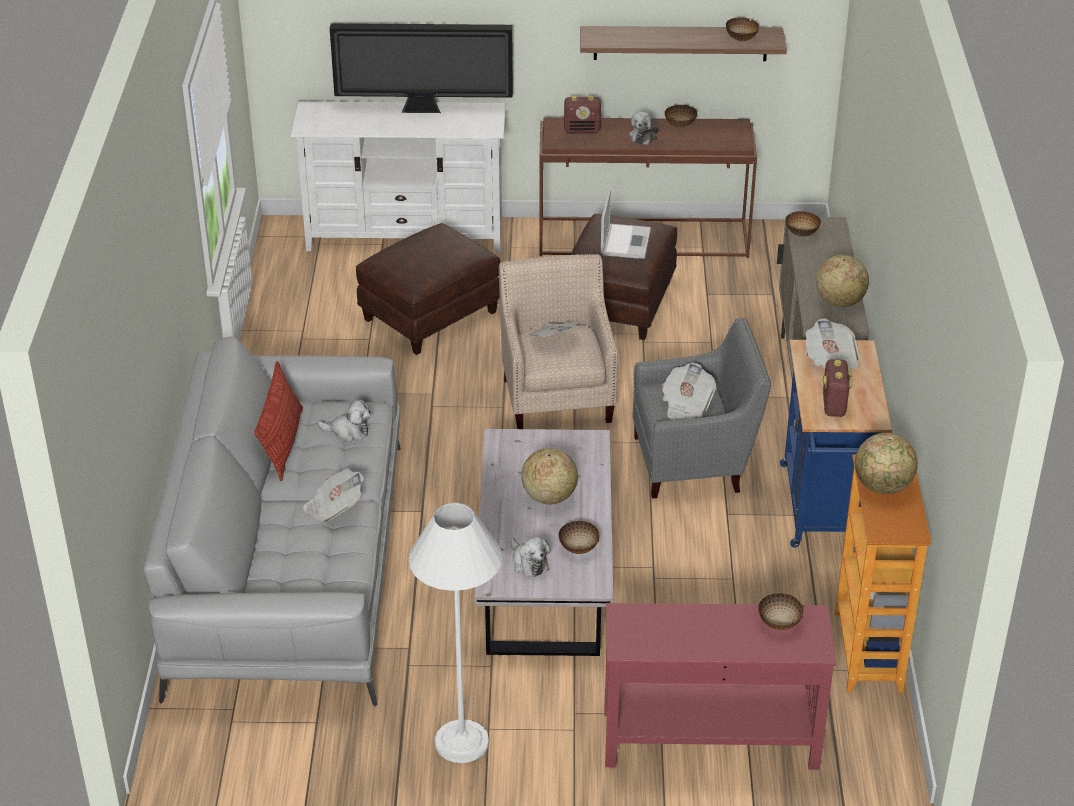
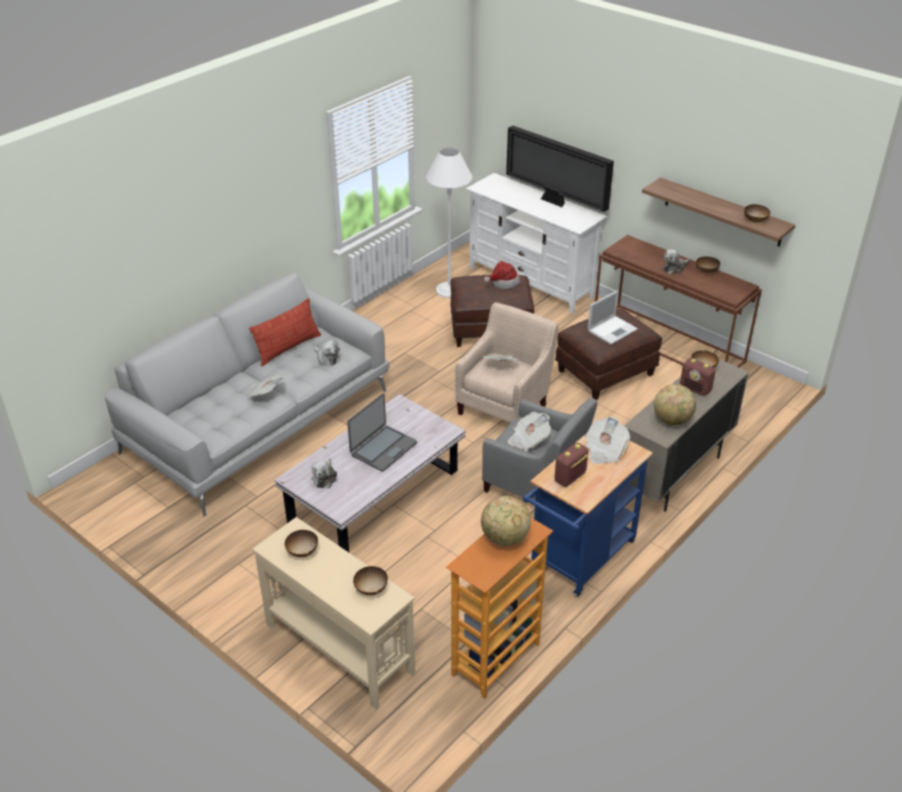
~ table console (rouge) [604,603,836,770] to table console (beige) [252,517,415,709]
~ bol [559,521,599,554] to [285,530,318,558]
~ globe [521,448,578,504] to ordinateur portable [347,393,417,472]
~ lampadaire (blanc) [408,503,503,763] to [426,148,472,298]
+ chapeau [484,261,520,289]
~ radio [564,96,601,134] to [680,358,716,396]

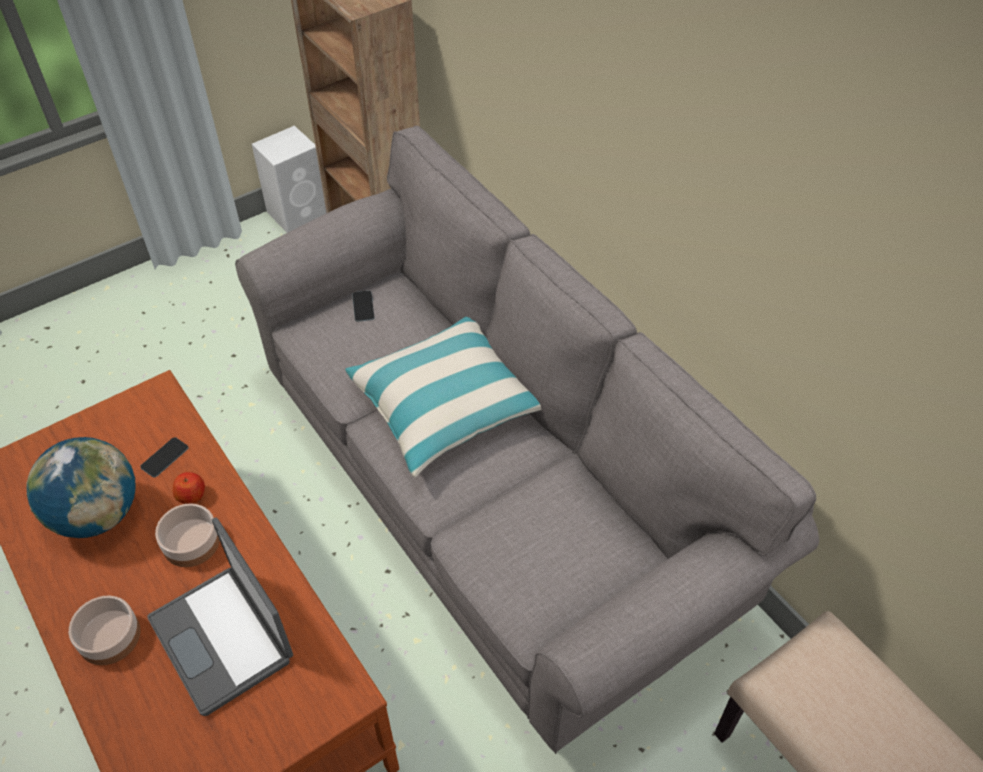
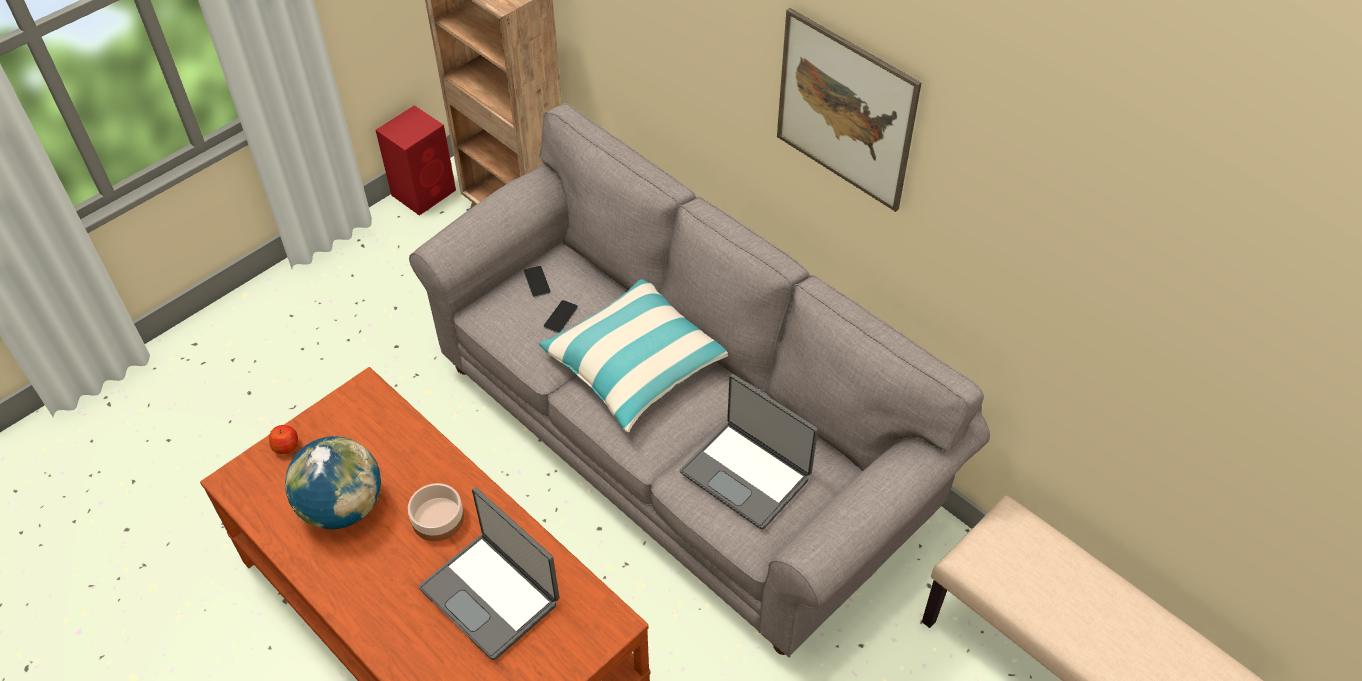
~ pomme [173,472,205,504] to [269,425,298,454]
~ enceinte (blanc) [252,126,327,233] to enceinte (rouge) [376,105,456,216]
~ téléphone [140,437,189,478] to [544,300,578,333]
+ ordinateur portable [680,374,818,530]
+ tableau [777,8,922,212]
- bol [69,596,140,665]

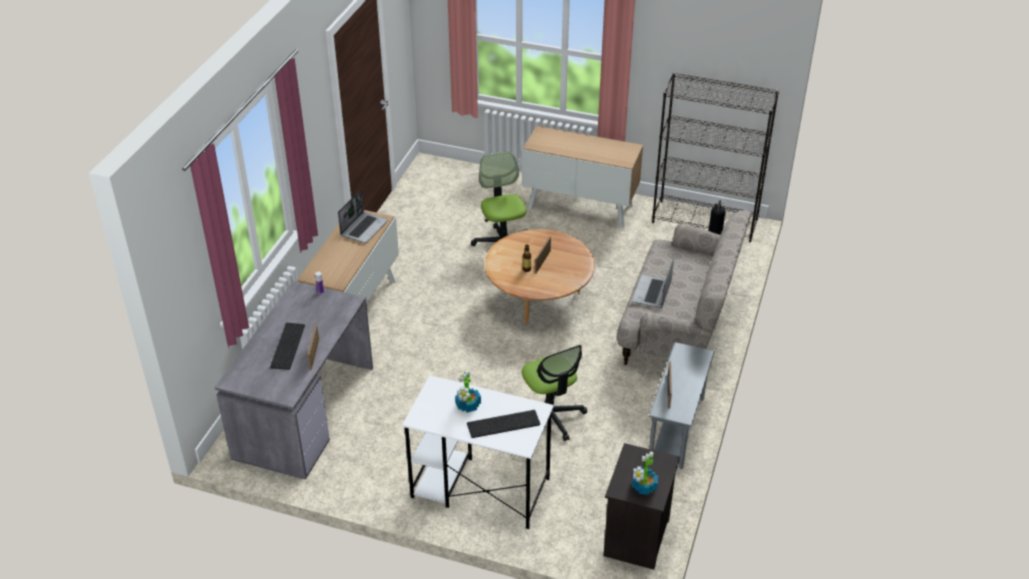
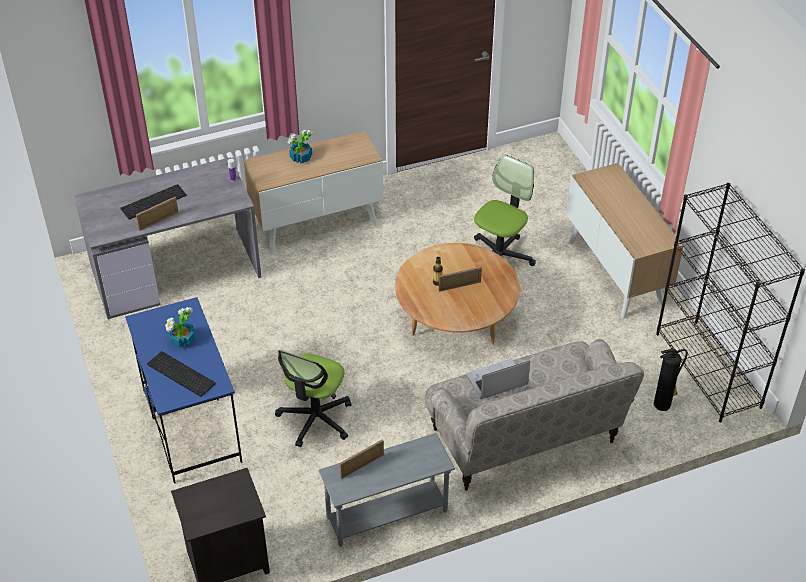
~ bureau (blanc) [402,375,554,529] to bureau (bleu) [125,297,243,484]
~ plante en pot [632,452,658,495] to [287,129,314,163]
- ordinateur portable [338,189,388,243]

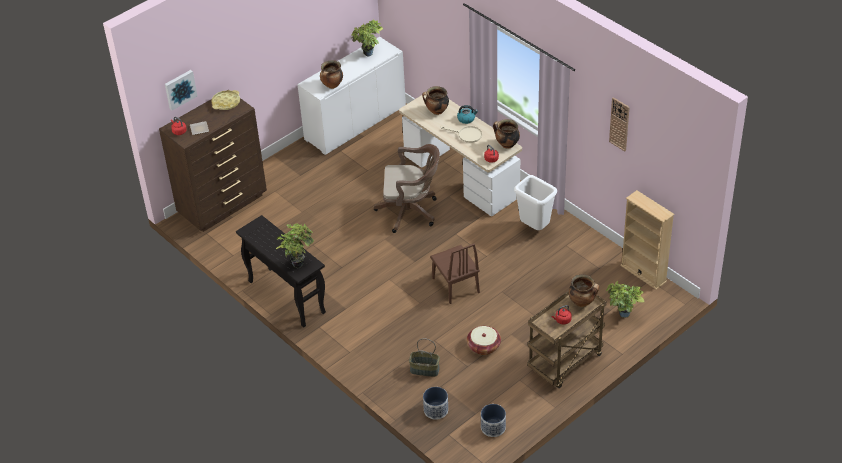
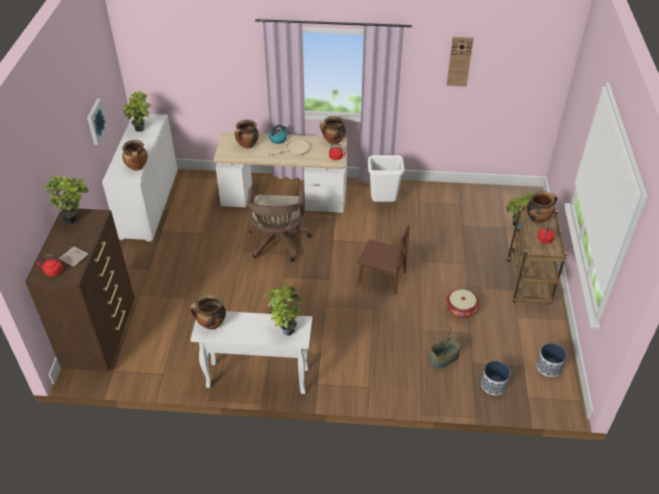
~ plateau (jaune) [211,90,240,110] to plante en pot [44,175,89,224]
~ tableau [165,70,197,110] to [87,99,108,145]
+ marmite [190,294,226,329]
~ table console (noir) [236,215,326,327] to table console (blanc) [190,311,312,394]
~ chaise de bureau (marron) [374,144,440,233] = [247,188,312,262] 135 degrees clockwise
- bibliothèque (beige) [620,190,675,290]

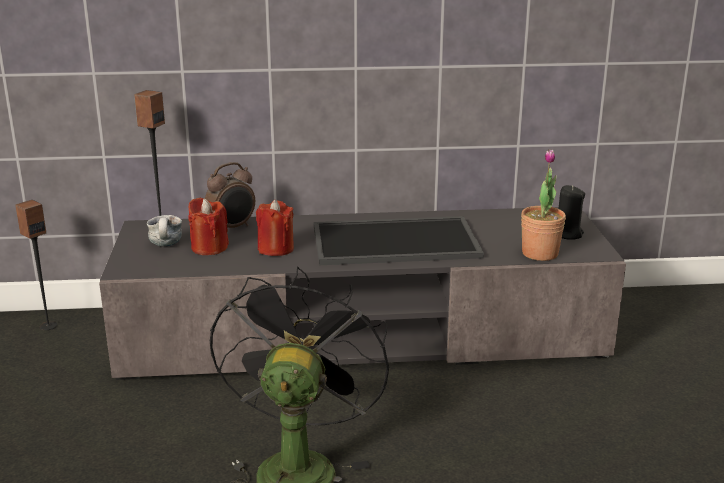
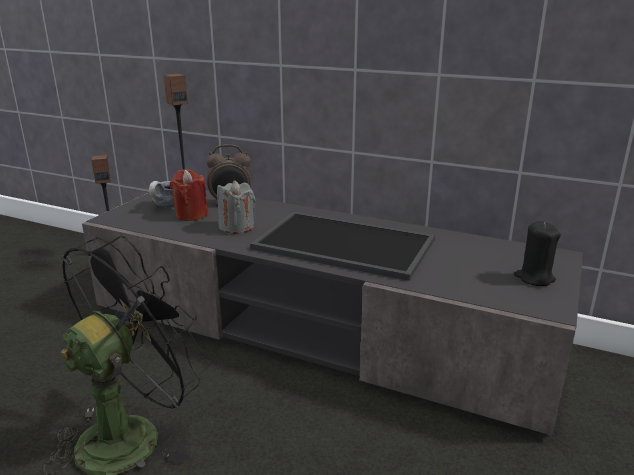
~ bougie (rouge) [256,200,294,256] to bougie (gris) [217,180,255,234]
- plante en pot [521,149,566,261]

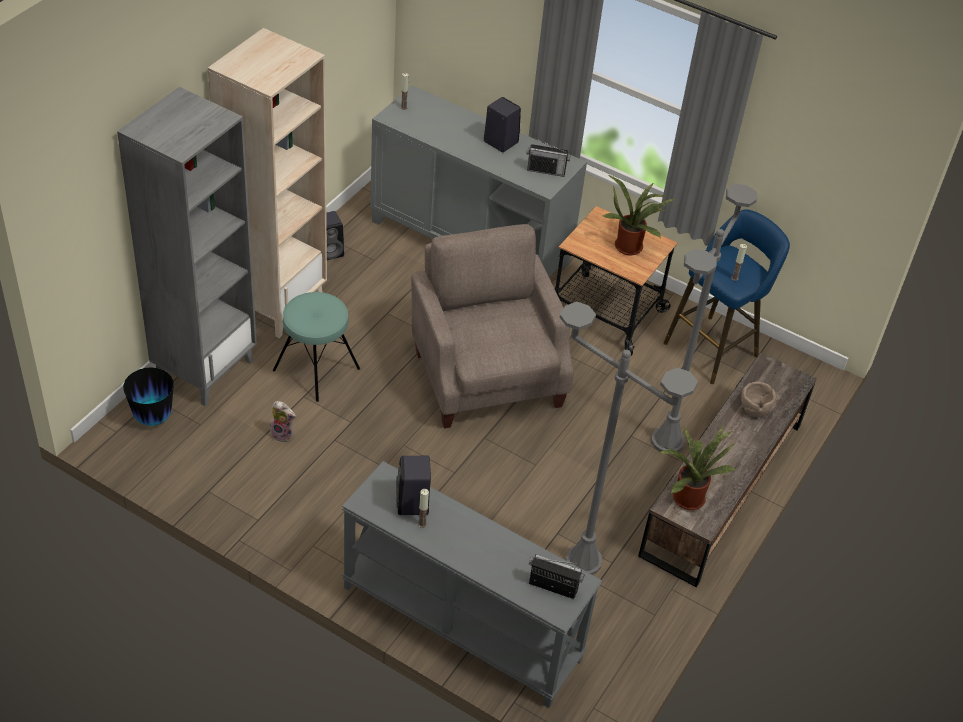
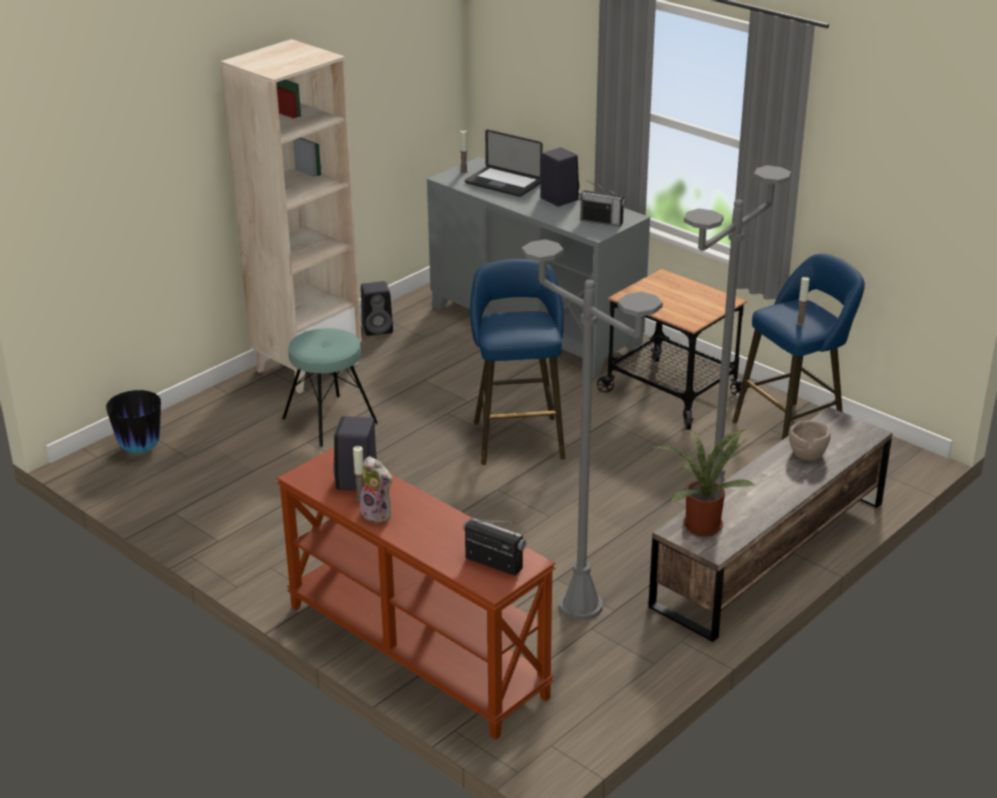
~ table console (gris) [342,461,602,708] to table console (marron) [276,447,556,740]
~ peluche [270,401,296,443] to [356,456,393,524]
+ ordinateur portable [465,129,543,197]
~ fauteuil (beige) [411,224,574,429] to tabouret (bleu) [470,259,565,465]
- bibliothèque (gris) [117,87,257,406]
- plante en pot [602,175,675,255]

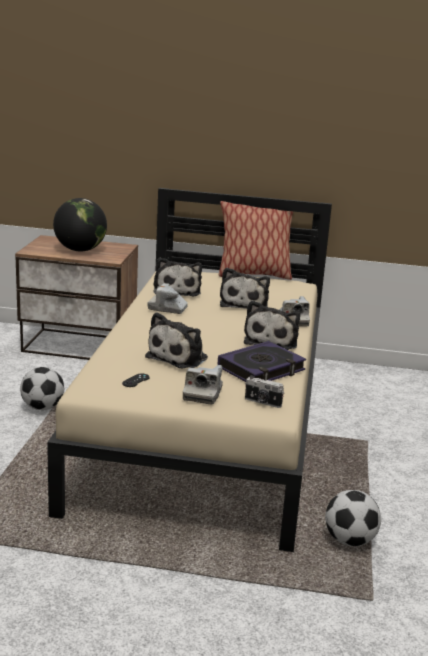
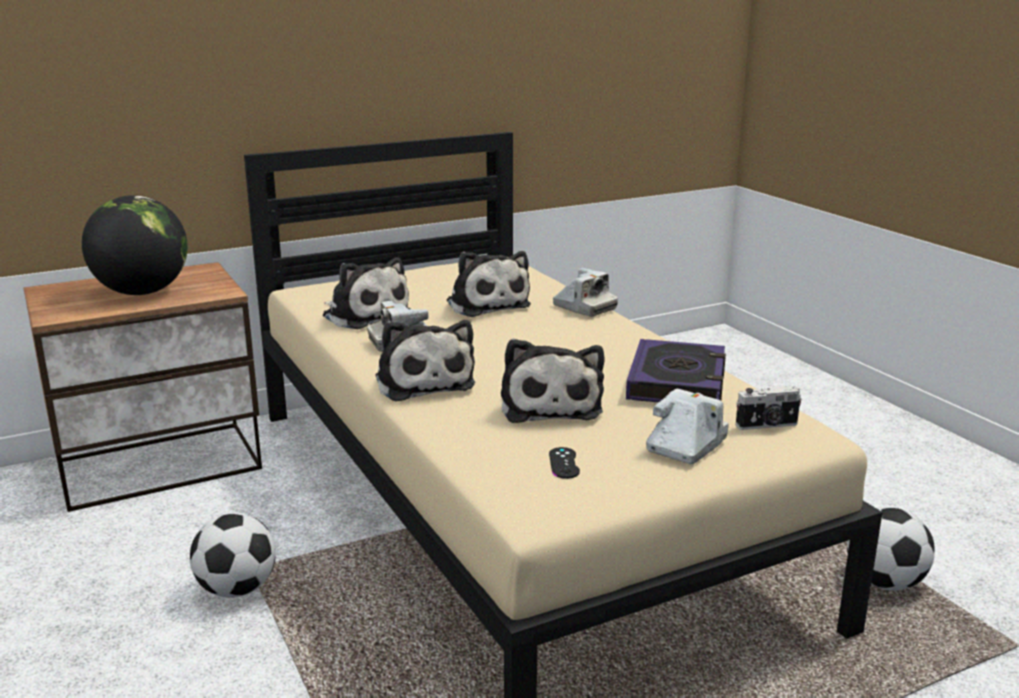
~ peluche [244,300,300,350] to [376,320,476,402]
~ appareil photo [183,365,223,404] = [646,389,729,464] 120 degrees counterclockwise
- coussin [219,201,293,280]

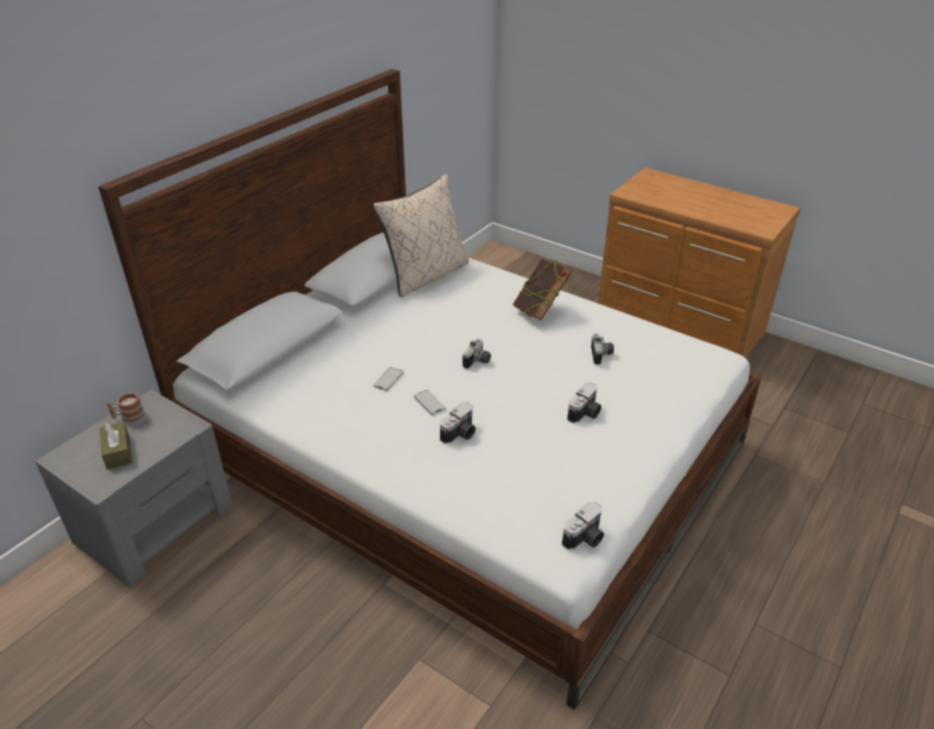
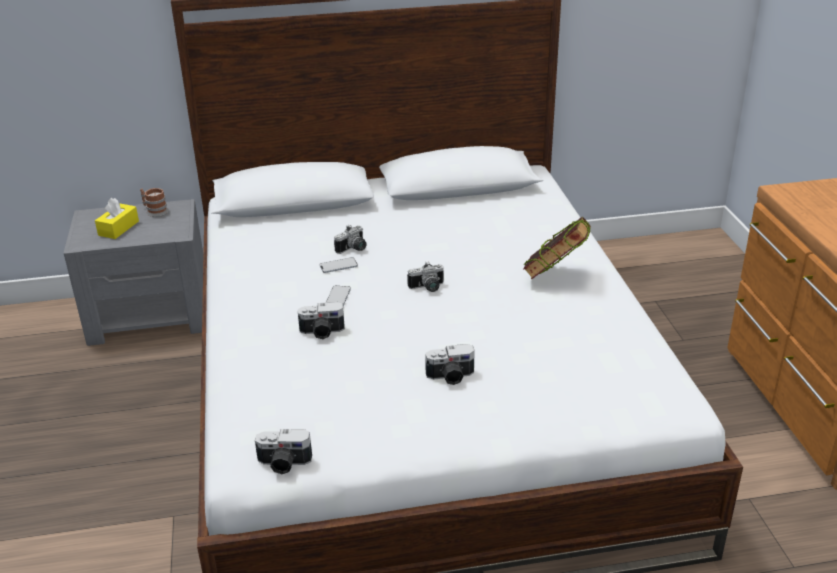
~ boîte à mouchoirs (marron) [100,422,132,470] to boîte à mouchoirs (jaune) [95,198,139,239]
~ appareil photo [591,333,614,365] to [334,225,367,254]
- coussin (beige) [373,174,469,297]

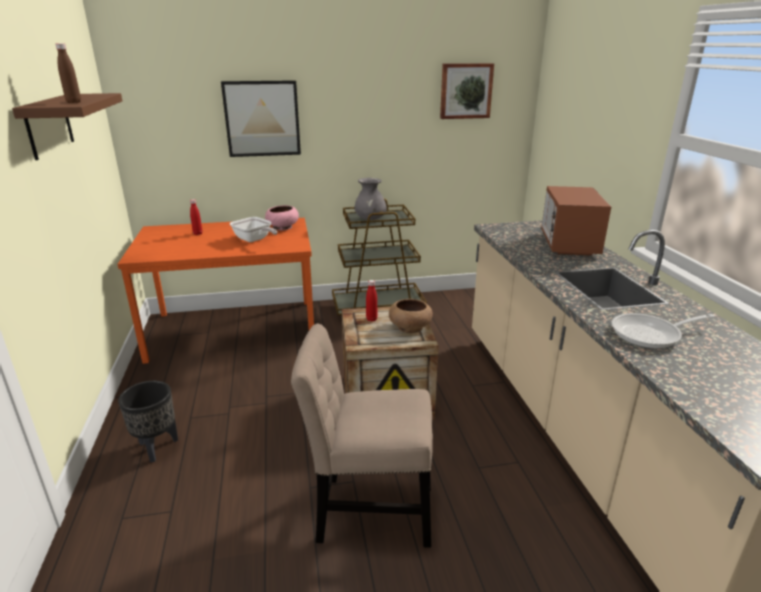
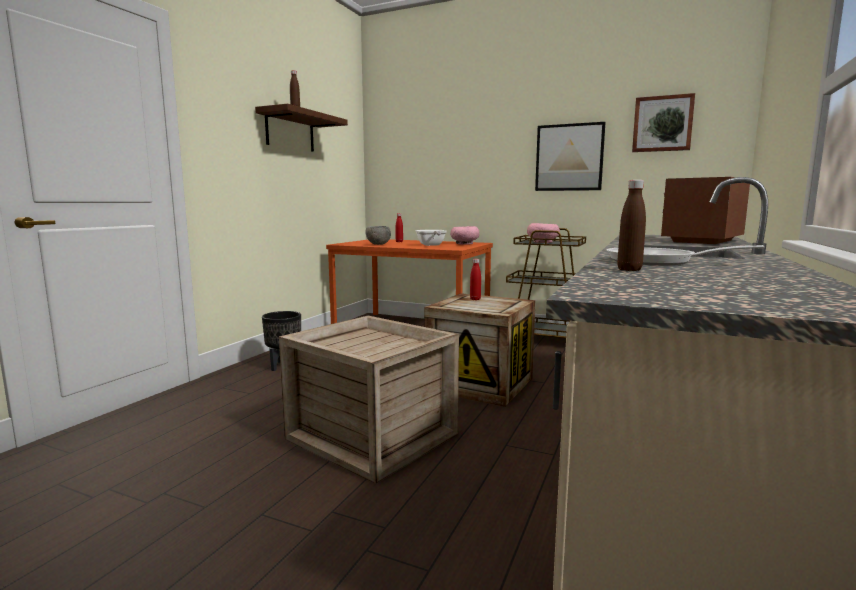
~ chaise (beige) [291,323,433,548] to caisse [279,315,459,484]
+ bol (gris) [365,226,391,245]
~ vase (gris) [354,178,387,220] to bol (rose) [527,223,560,243]
~ tableau [221,80,301,157] to [535,122,606,191]
+ bouteille (marron) [617,180,646,271]
- bol (marron) [389,299,433,333]

